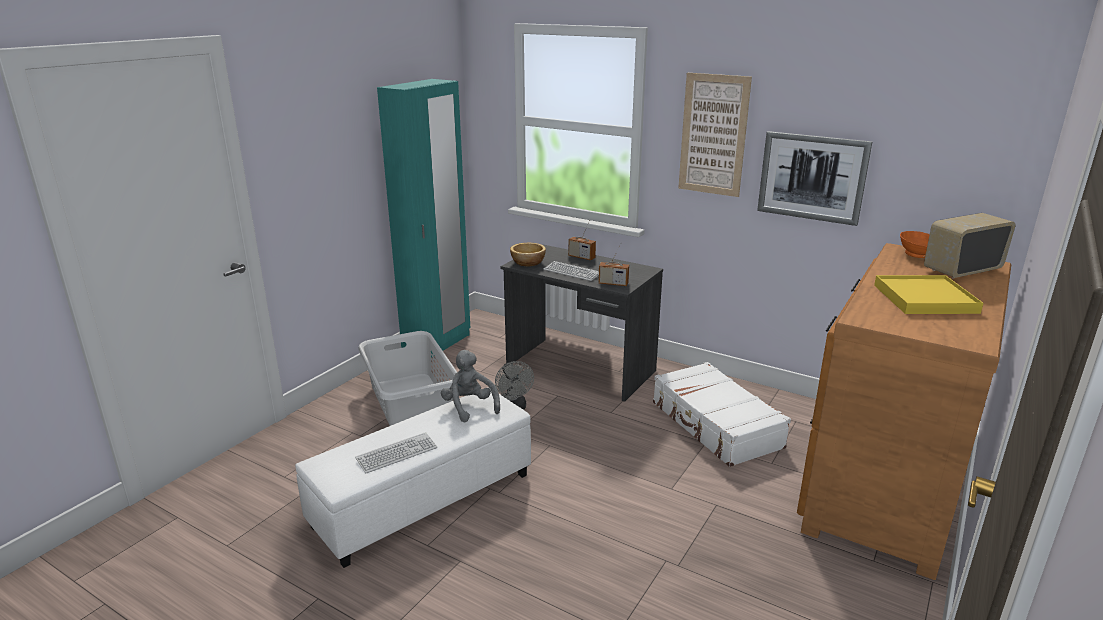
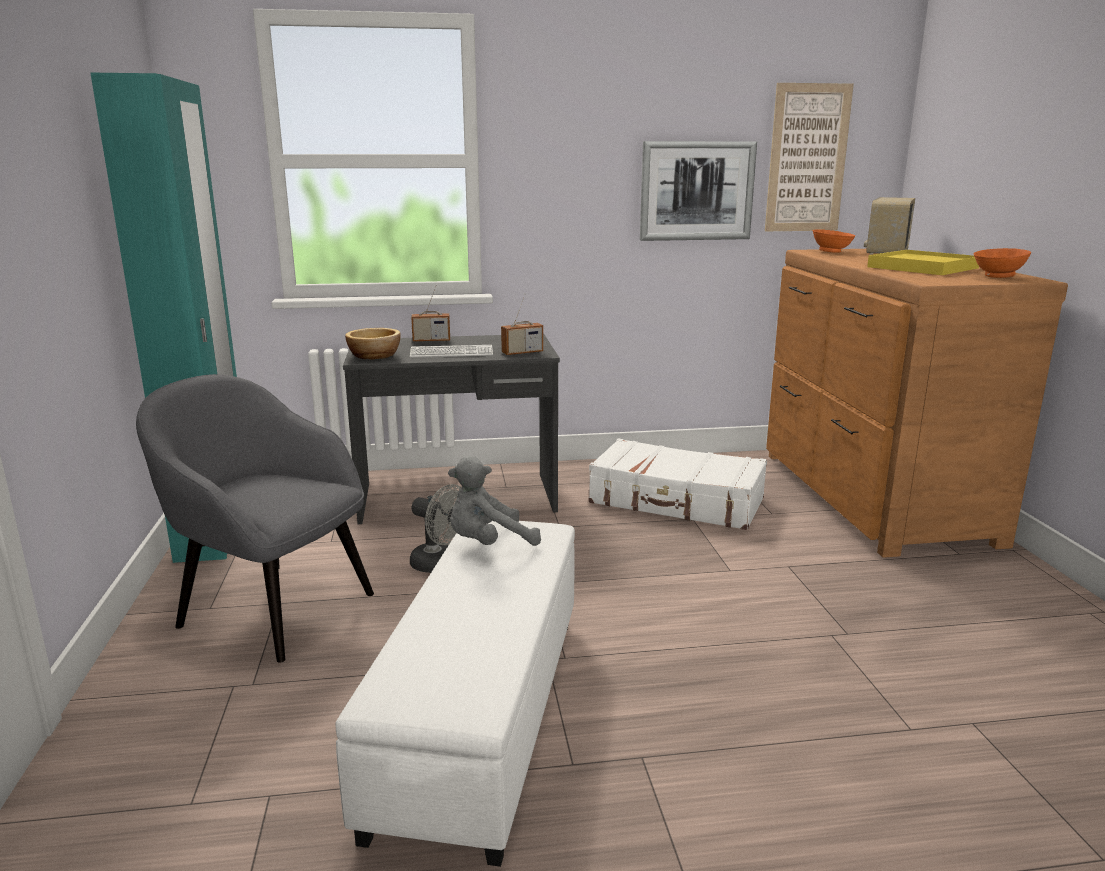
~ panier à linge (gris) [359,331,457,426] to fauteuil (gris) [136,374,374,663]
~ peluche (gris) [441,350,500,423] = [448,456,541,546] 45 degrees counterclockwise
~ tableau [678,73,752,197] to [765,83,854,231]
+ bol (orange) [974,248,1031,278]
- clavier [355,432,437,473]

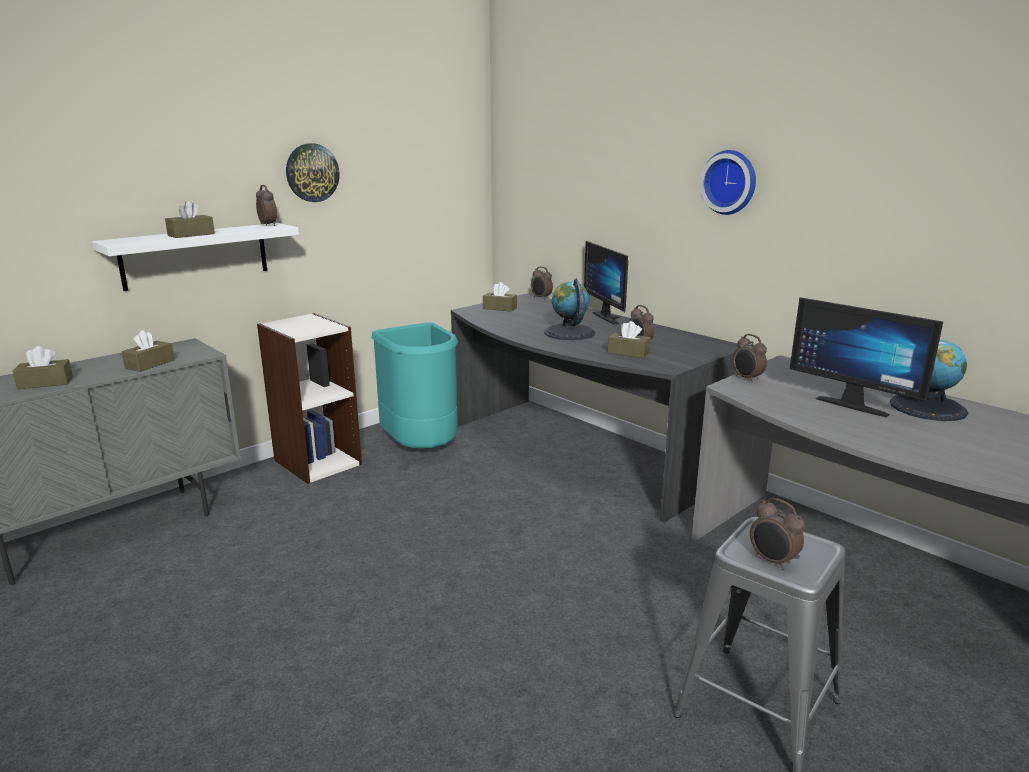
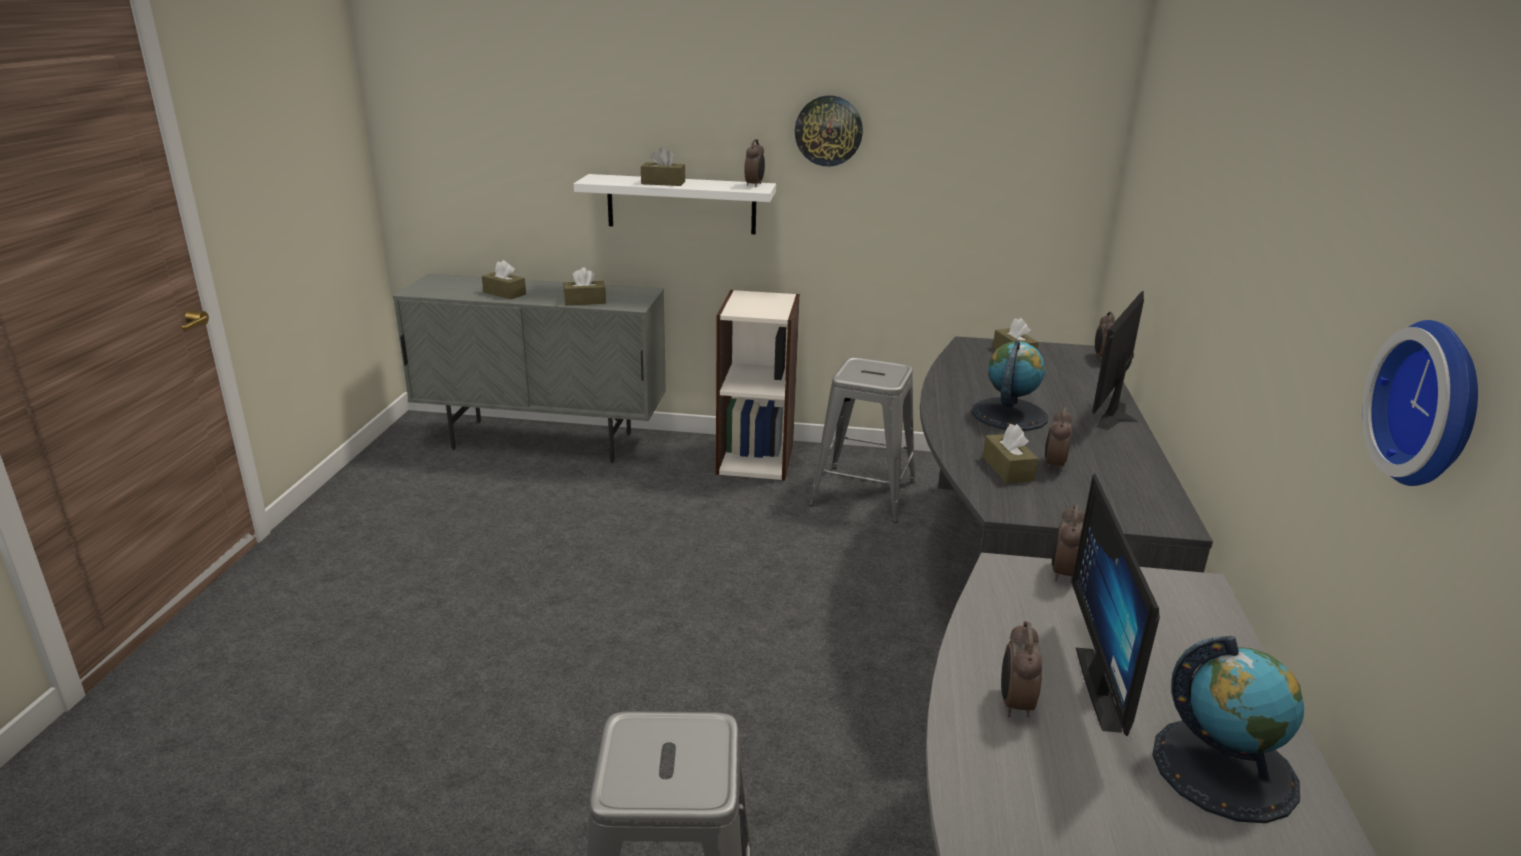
~ poubelle (turquoise) [371,322,458,448] to tabouret (gris) [809,357,915,523]
~ réveil [750,498,805,570] to [1001,621,1042,717]
~ horloge murale [700,150,756,215] to [1362,320,1478,486]

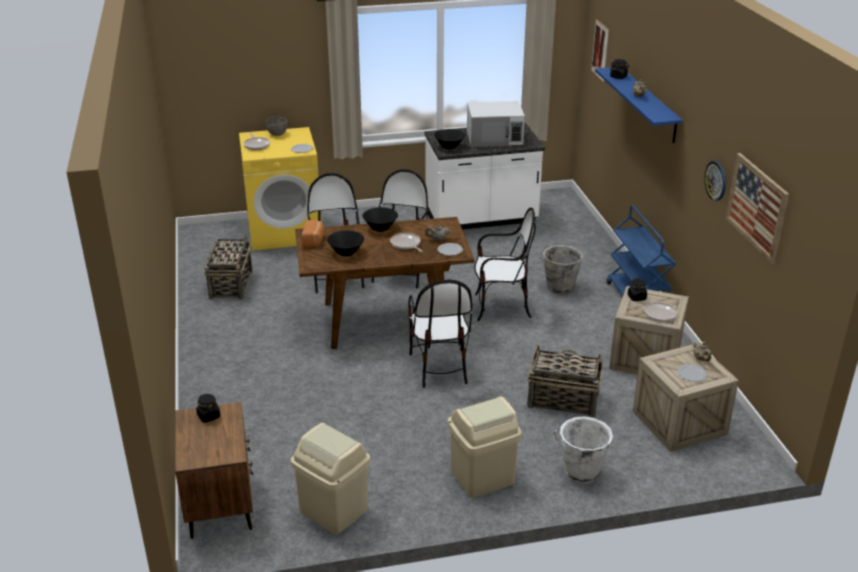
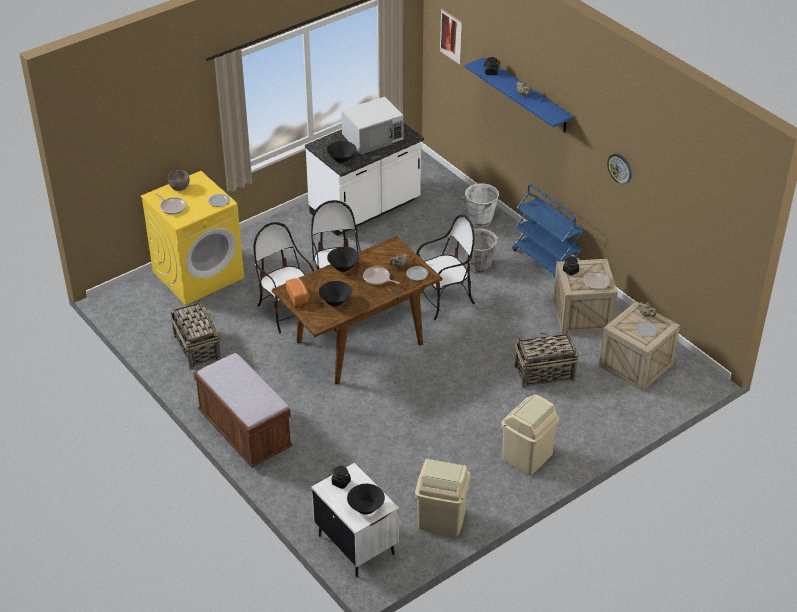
+ banc (marron) [194,352,293,467]
~ table de chevet (marron) [175,402,253,539] to table de chevet (blanc) [312,463,399,577]
+ bol (noir) [347,484,385,515]
~ seau (blanc) [553,416,613,483] to [463,183,499,227]
- chaise [408,280,472,388]
- tableau [726,153,789,264]

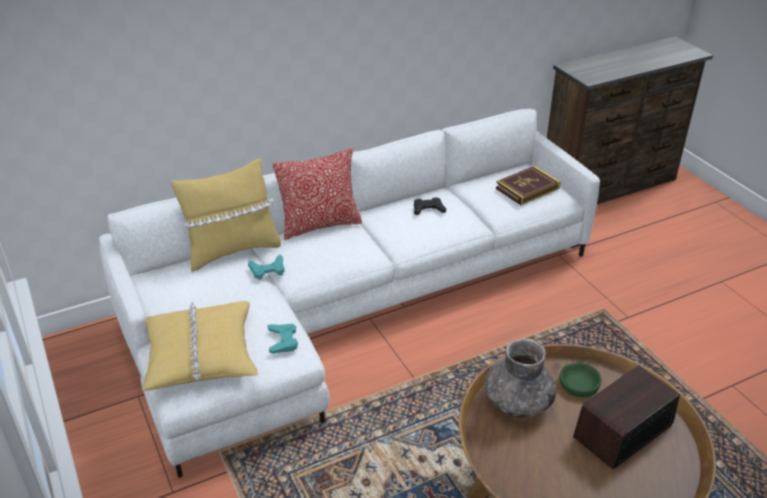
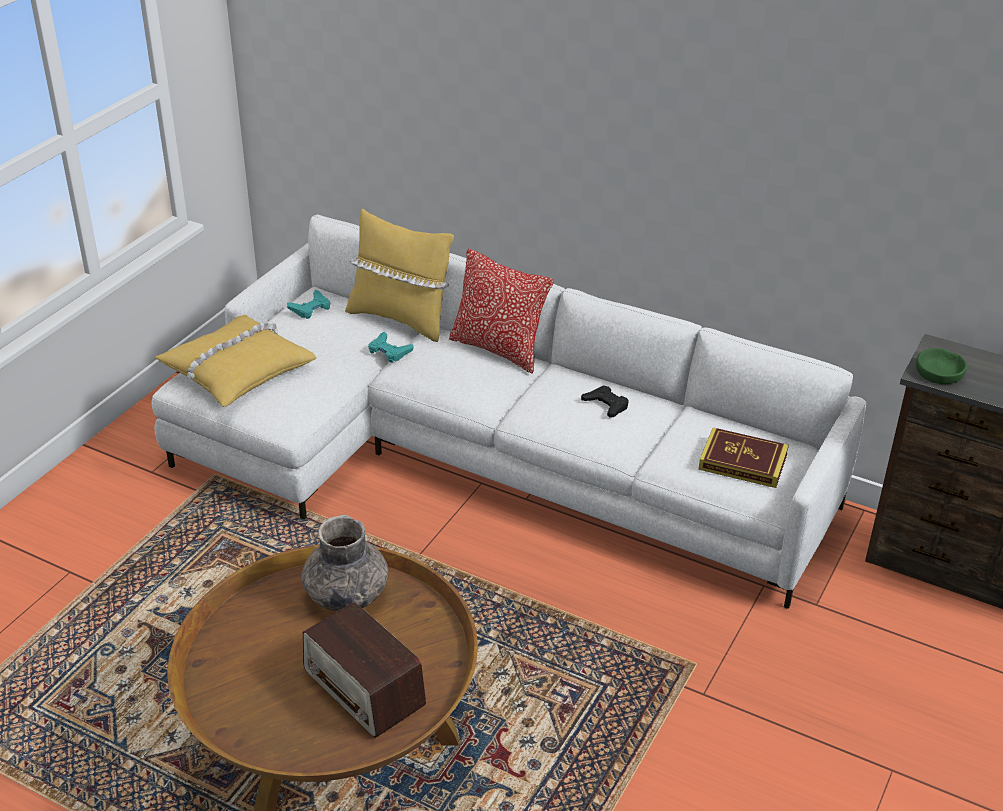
~ manette (turquoise) [267,324,298,354] to [287,290,330,319]
~ radio [573,366,680,469] = [303,602,426,738] 150 degrees counterclockwise
~ bol (vert) [559,362,602,397] to [916,348,967,384]

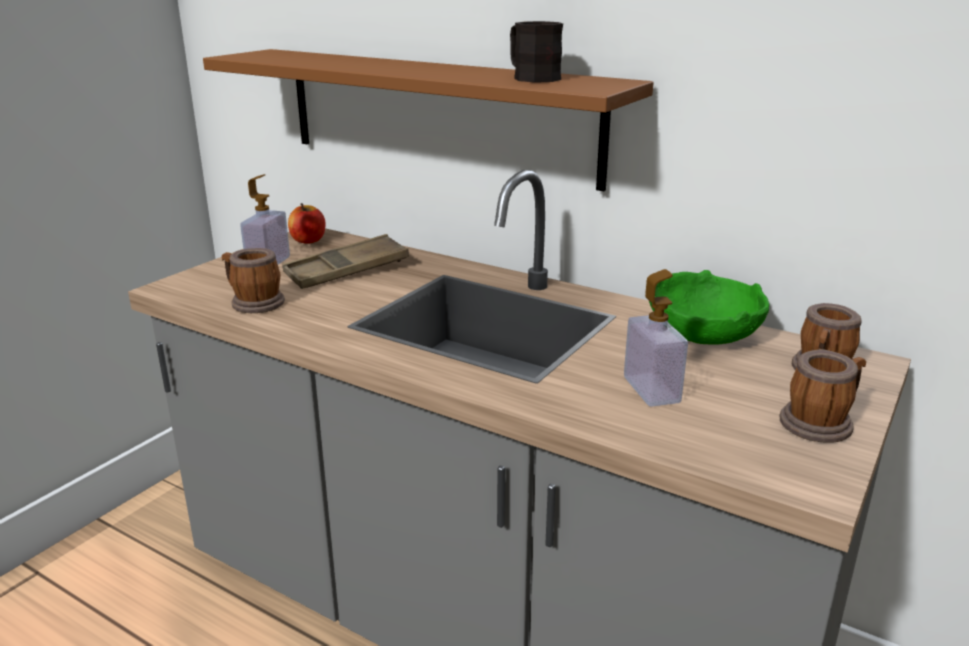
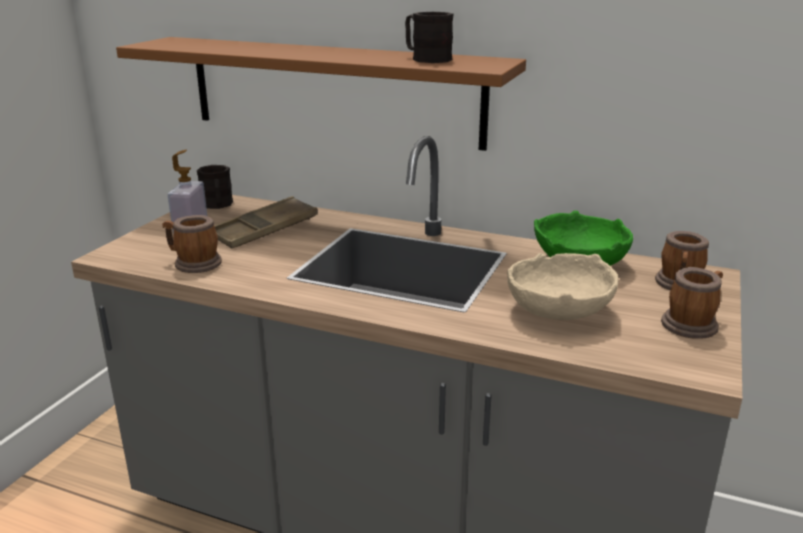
~ pomme [288,203,325,243] to mug (noir) [197,165,233,209]
~ distributeur de savon [624,269,688,407] to bol (beige) [507,253,618,320]

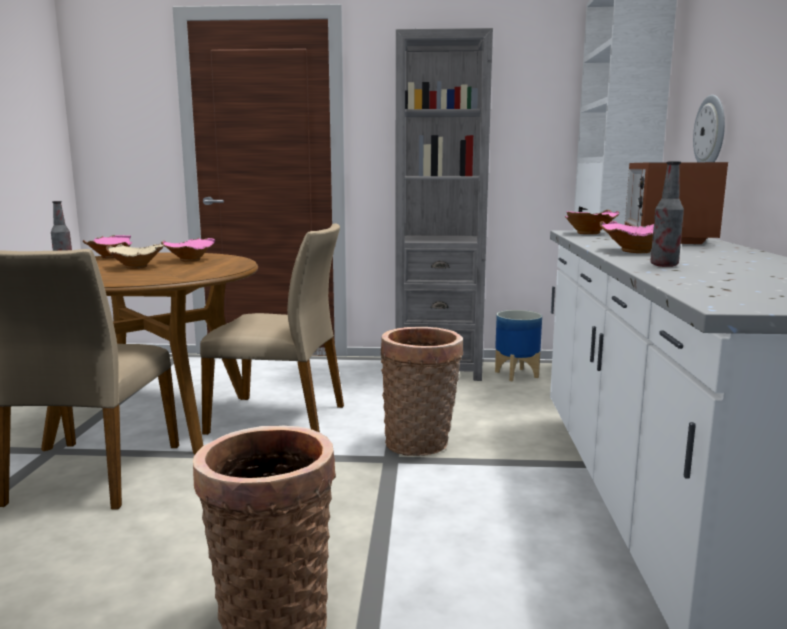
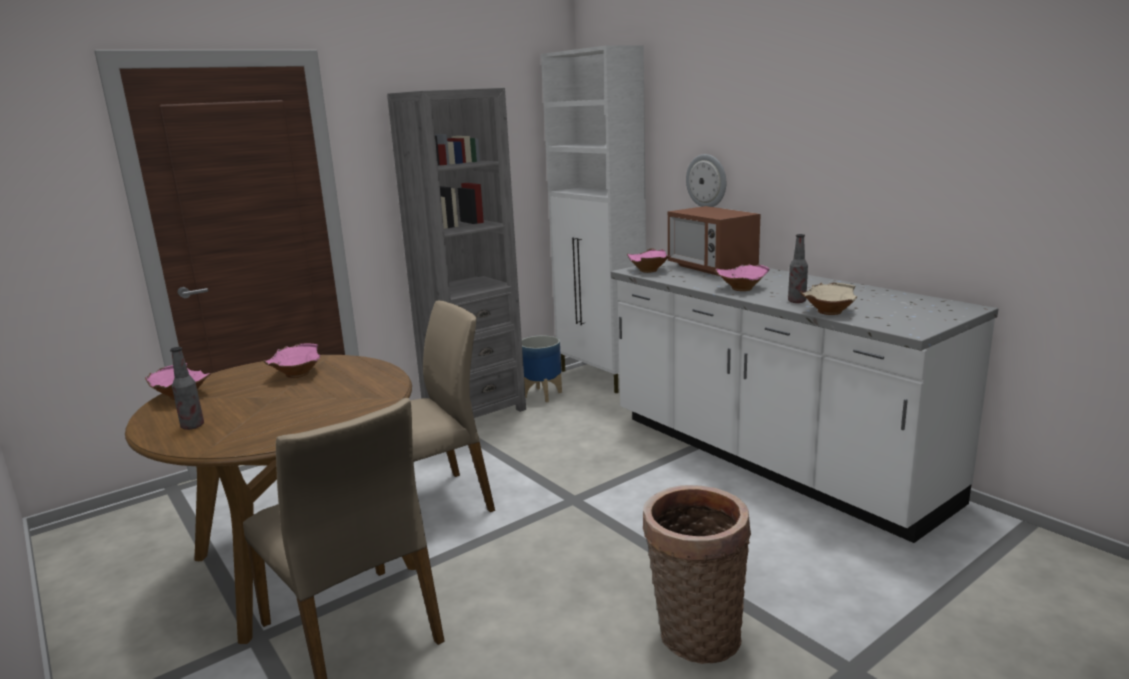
~ bol (beige) [106,244,164,269] to [800,283,857,315]
- panier [381,327,463,456]

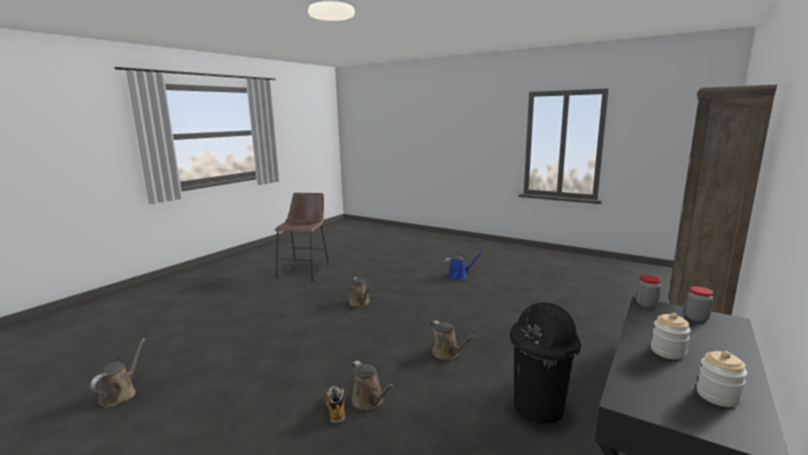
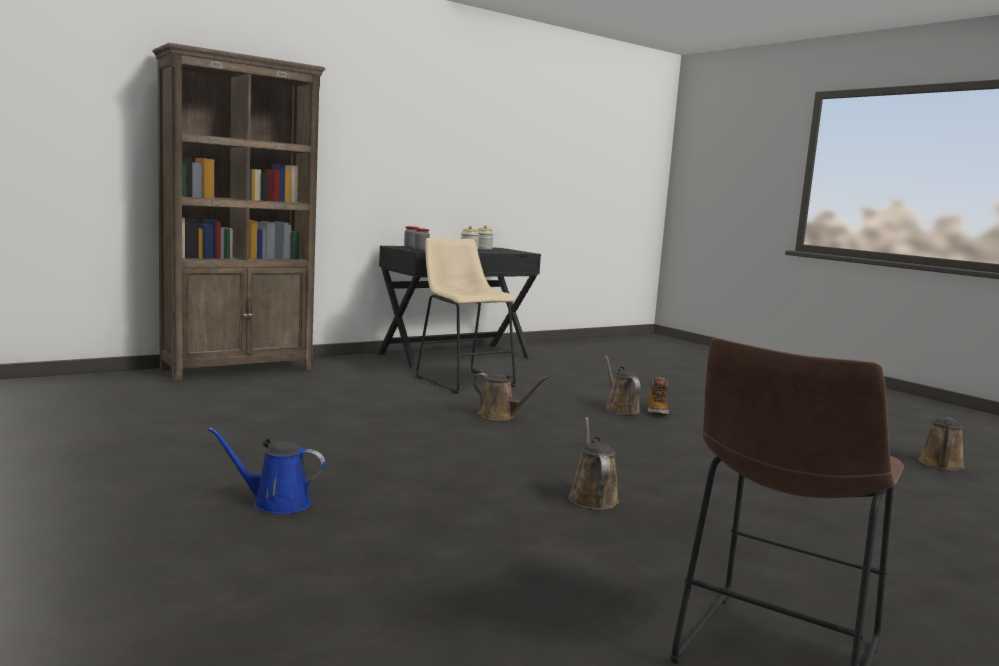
~ poubelle (noir) [510,302,581,423] to tabouret (beige) [416,238,516,394]
~ arrosoir (marron) [430,320,475,360] = [472,373,549,421] 135 degrees clockwise

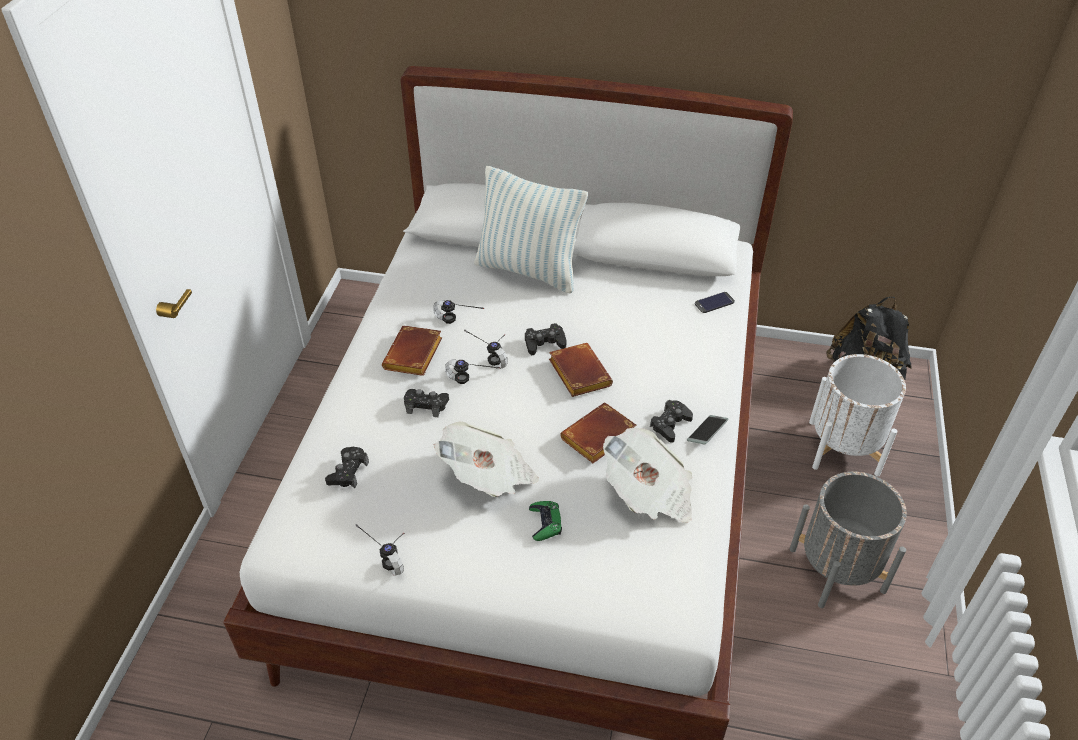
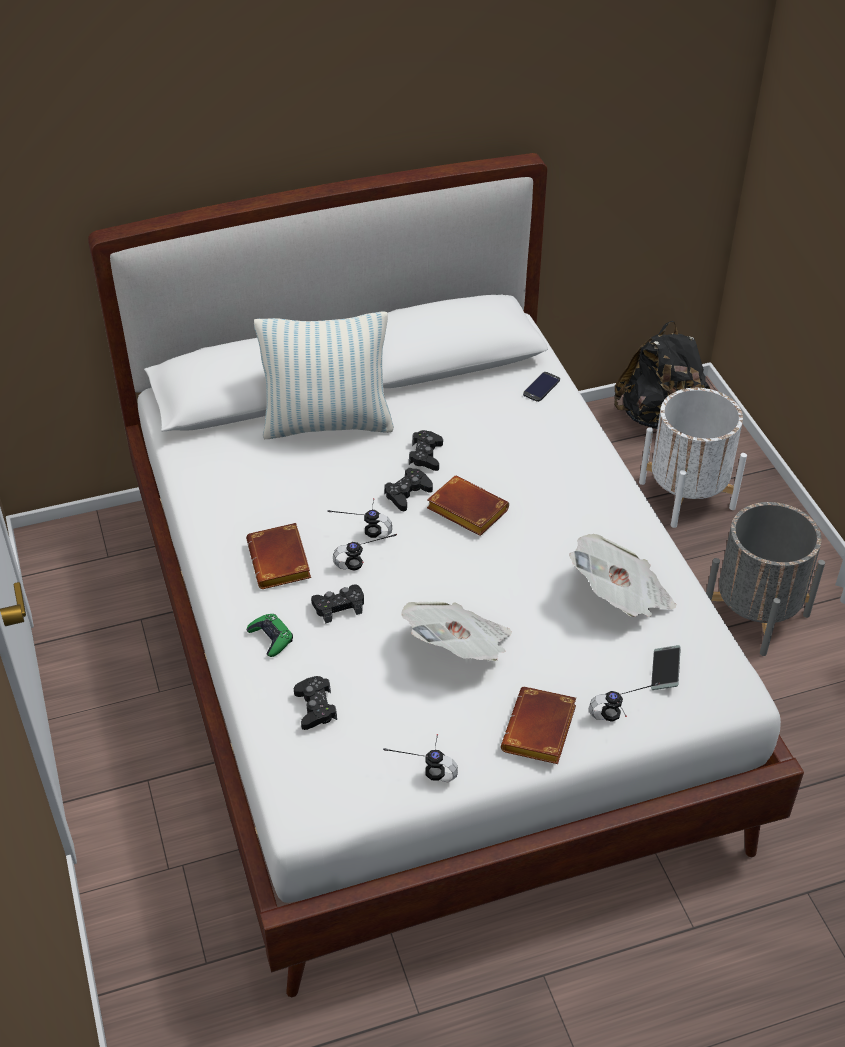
~ manette (vert) [529,501,562,541] to [247,614,293,657]
~ manette (noir) [650,400,693,443] to [409,430,443,471]
~ livre (marron) [560,403,636,463] to [501,687,576,764]
~ casque audio [433,300,484,324] to [589,683,660,722]
~ téléphone [687,415,729,445] to [651,645,681,690]

